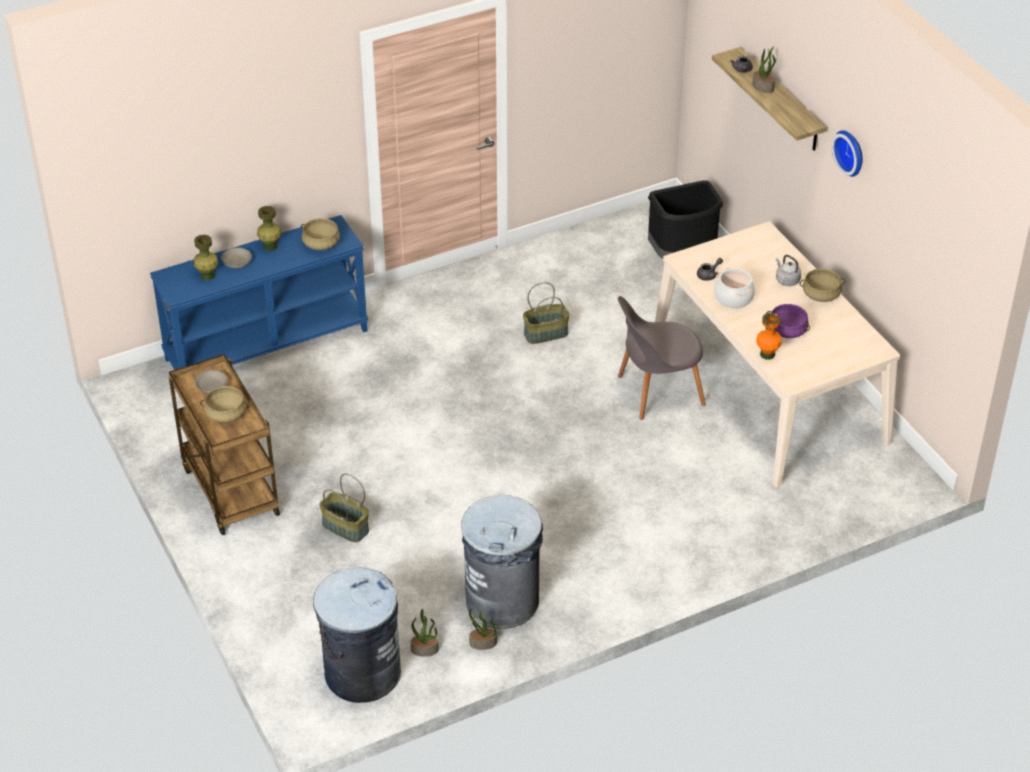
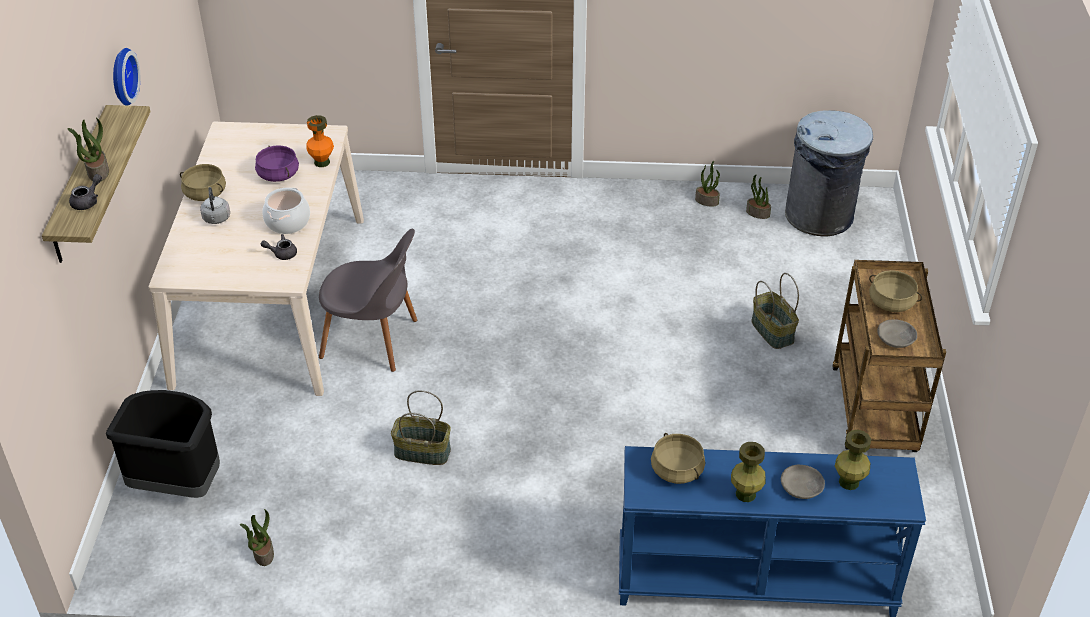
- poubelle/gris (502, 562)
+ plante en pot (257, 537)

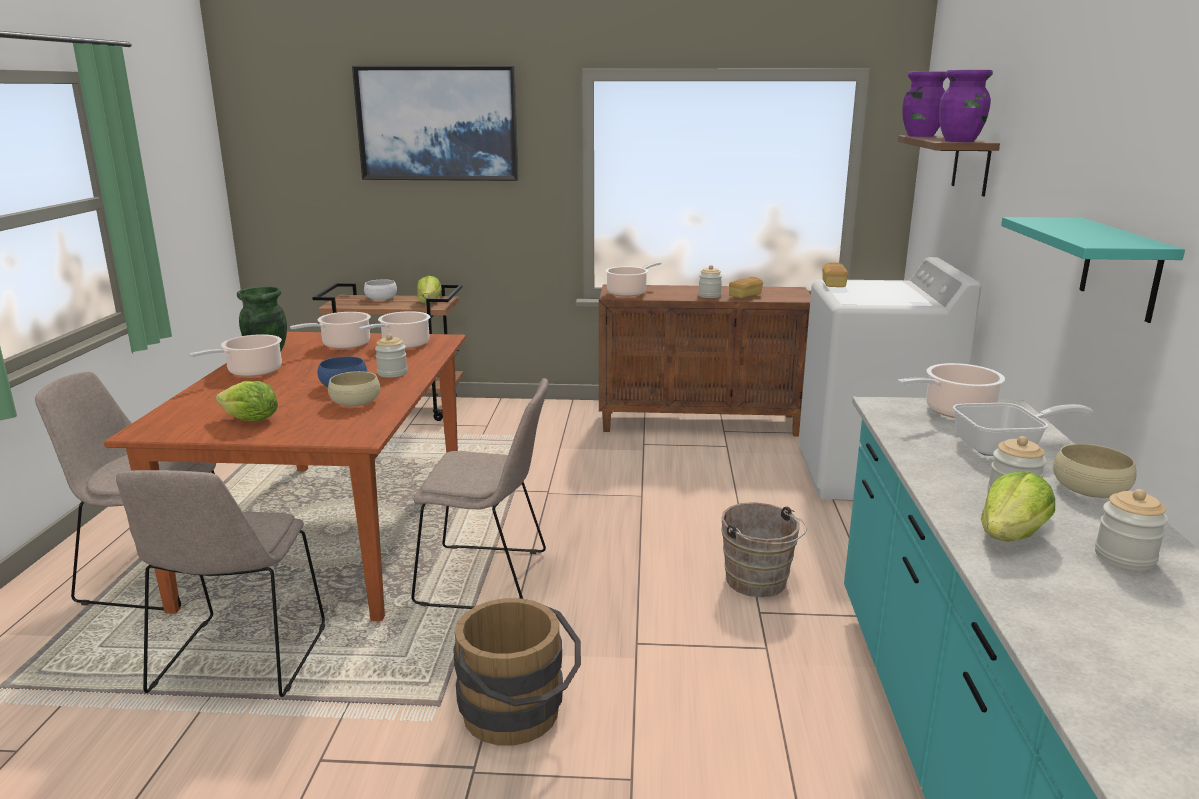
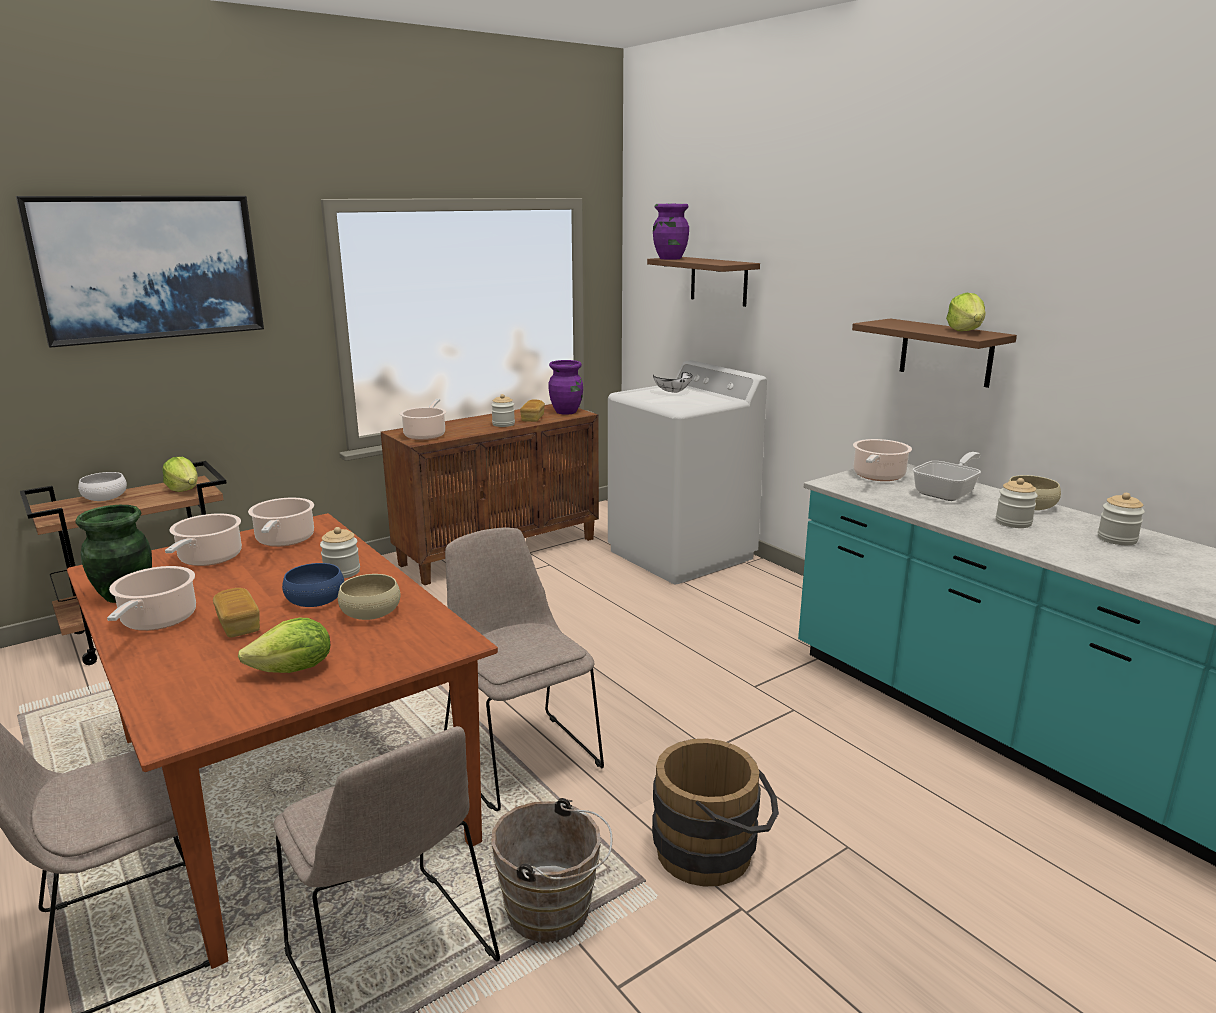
~ vase/violet (966, 106) to (566, 387)
~ étagère/turquoise (1093, 270) to étagère/marron (934, 353)
~ pain (835, 274) to (236, 613)
~ chaise/beige (479, 493) = (524, 669) 90 degrees counterclockwise
~ laitue (1018, 506) to (966, 312)
~ seau/marron (764, 549) to (551, 870)
+ bol/blanc (673, 382)

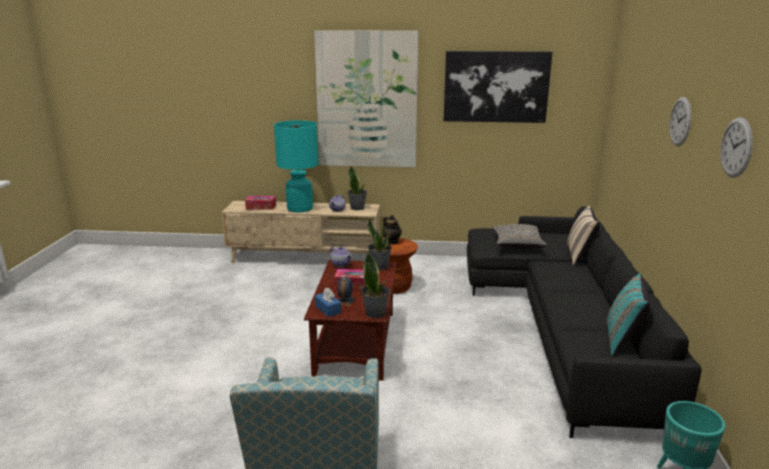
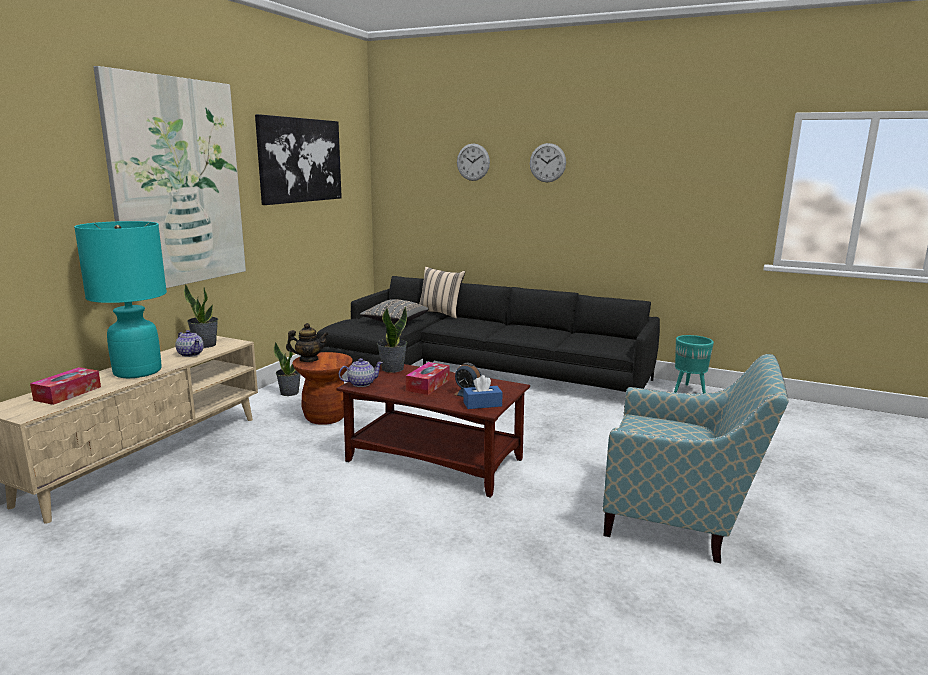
~ horloge murale (736, 147) to (473, 162)
~ plante en pot (375, 285) to (287, 369)
- coussin/turquoise (629, 315)

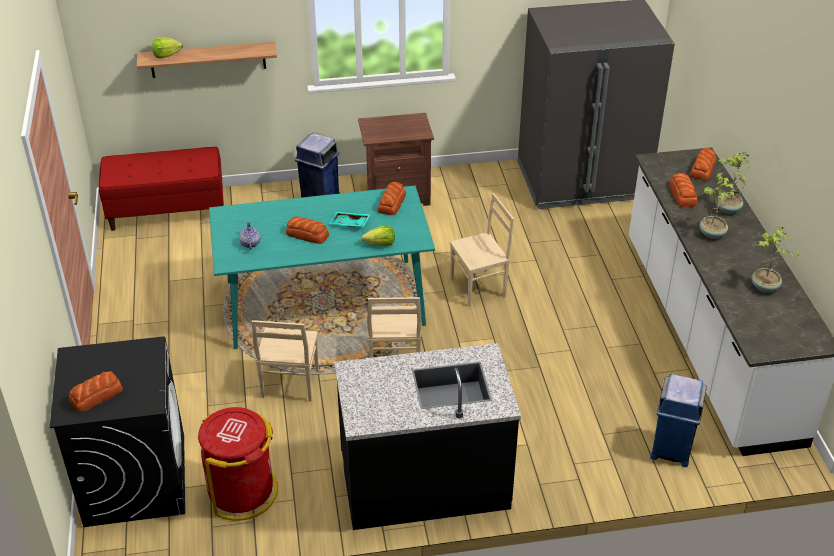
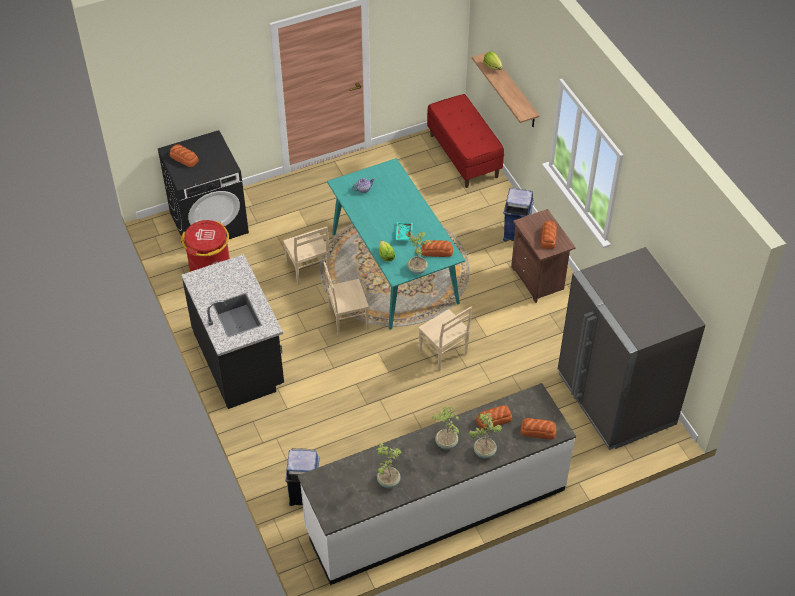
~ pain (307, 230) to (548, 235)
~ chaise/beige (285, 360) = (306, 256) 105 degrees counterclockwise
+ plante en pot (419, 253)

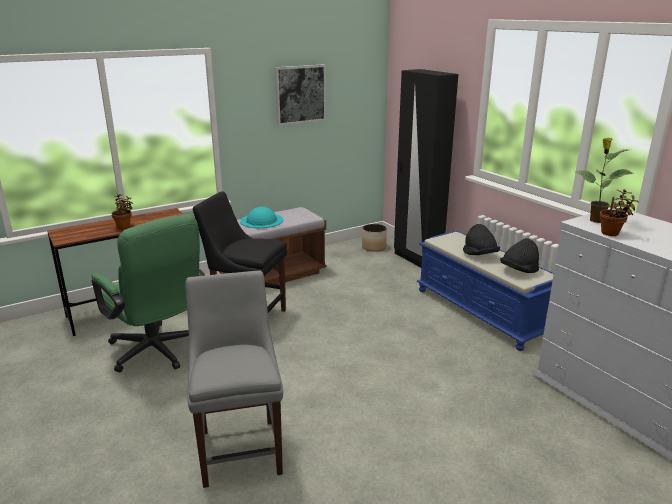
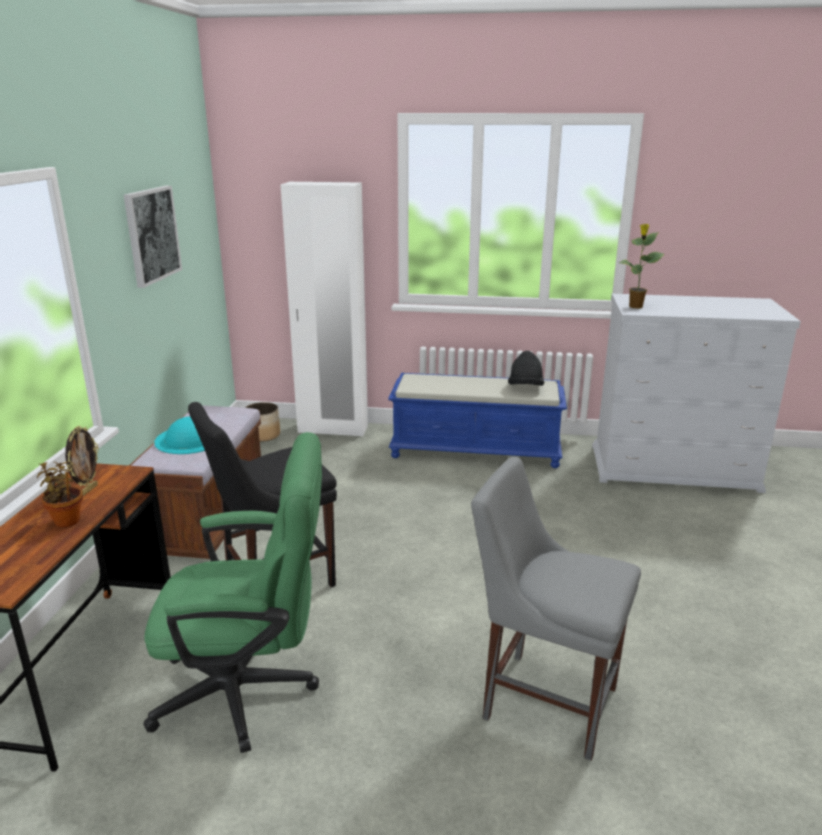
~ armoire/noir (426, 168) to armoire/blanc (324, 309)
- plante en pot (619, 212)
- chapeau/noir (481, 239)
+ cadre photo (82, 461)

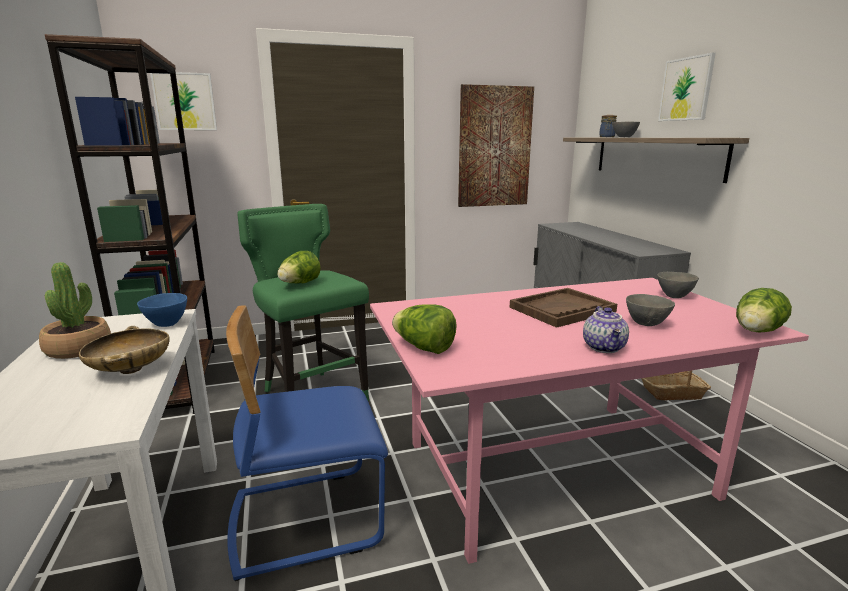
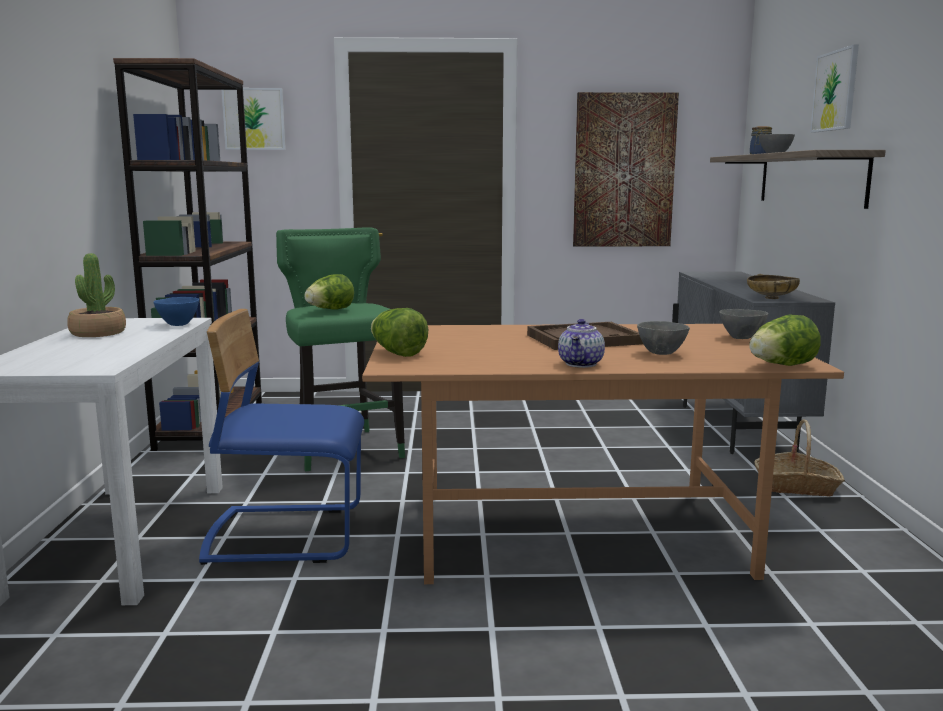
~ table à manger/rose (589, 421) to table à manger/marron (603, 454)
~ bol/beige (124, 350) to (773, 286)

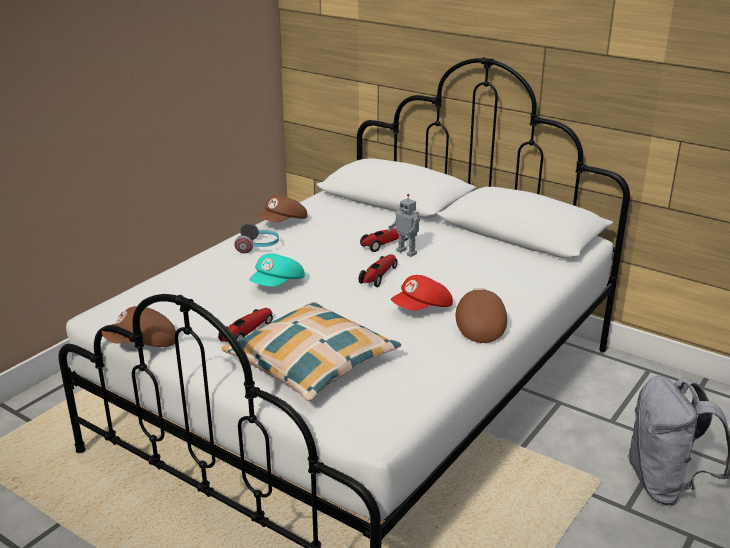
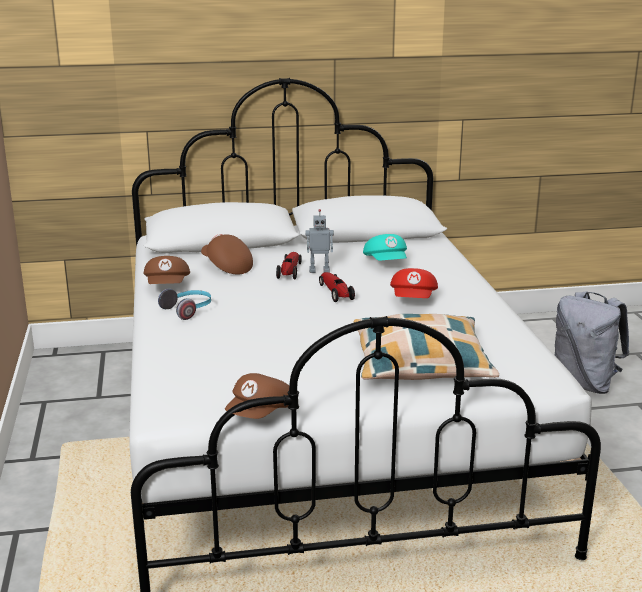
~ casquette/turquoise (277, 270) to (385, 247)
~ casquette/marron (481, 315) to (227, 254)
- petite voiture (245, 325)

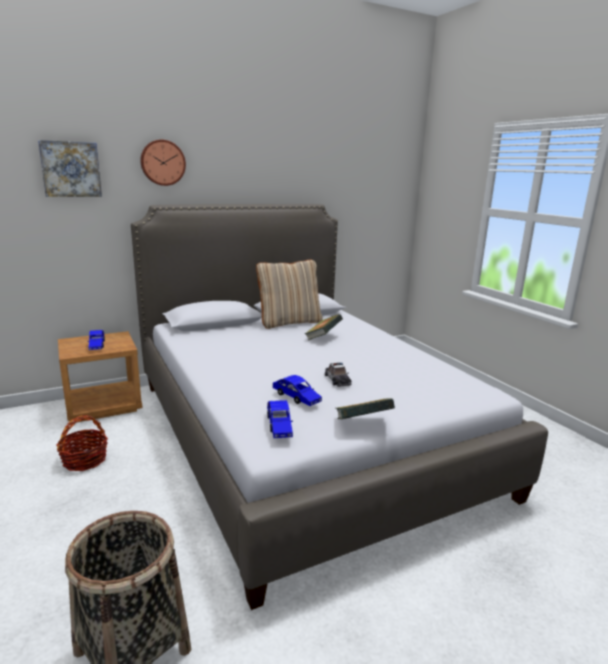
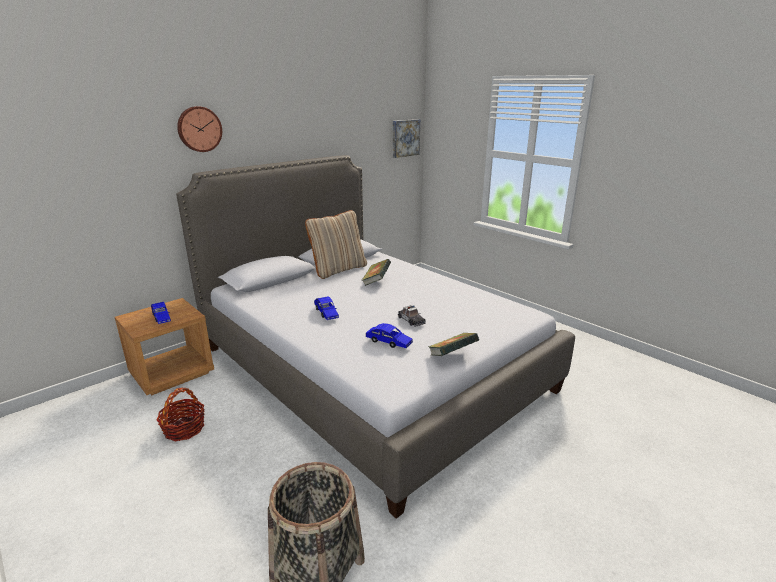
~ tableau (70, 168) to (406, 138)
~ petite voiture/bleu (280, 419) to (326, 308)

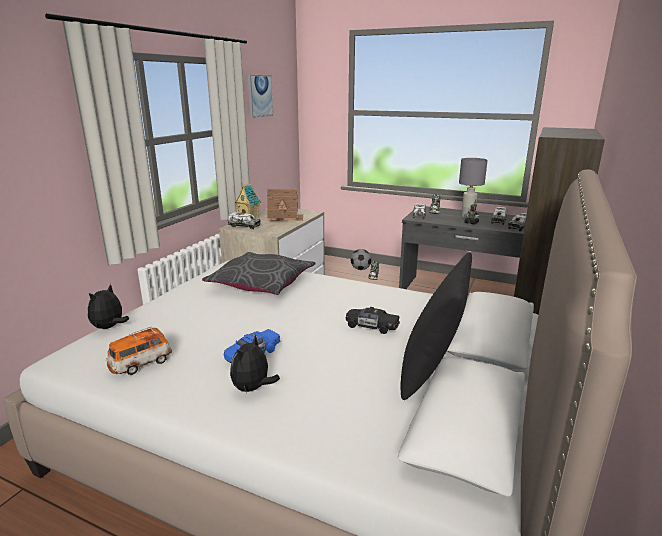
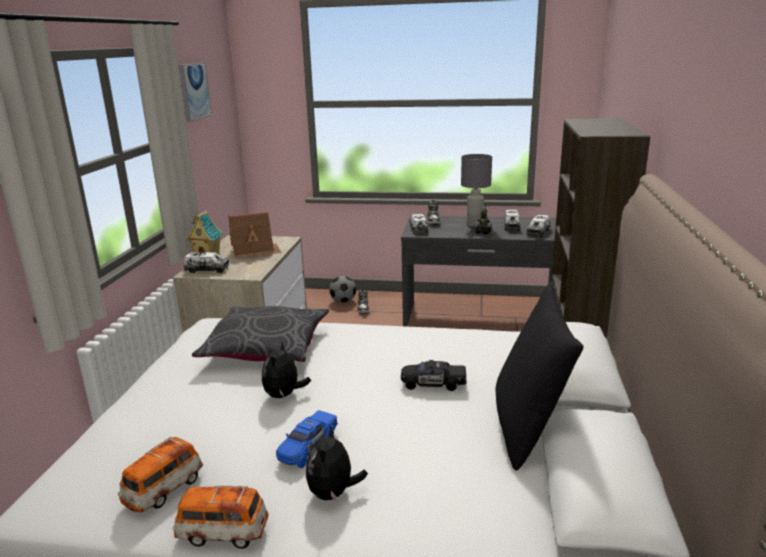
~ peluche (108, 306) to (286, 369)
+ petite voiture (220, 517)

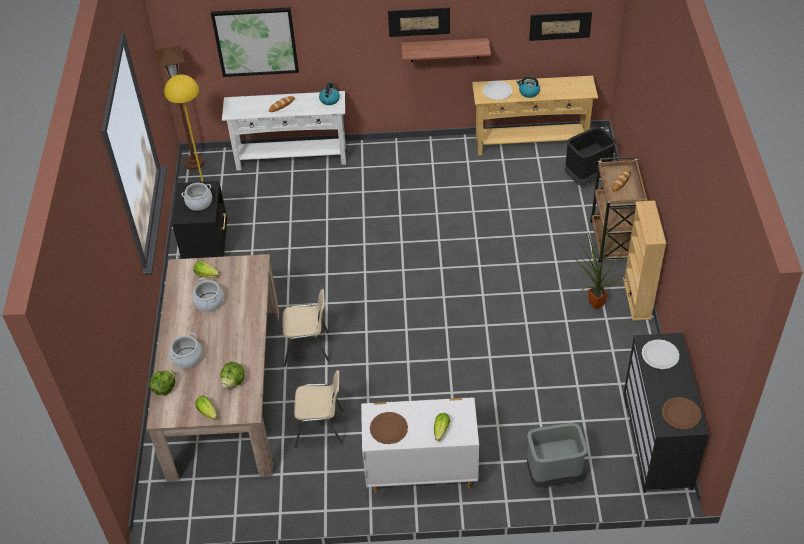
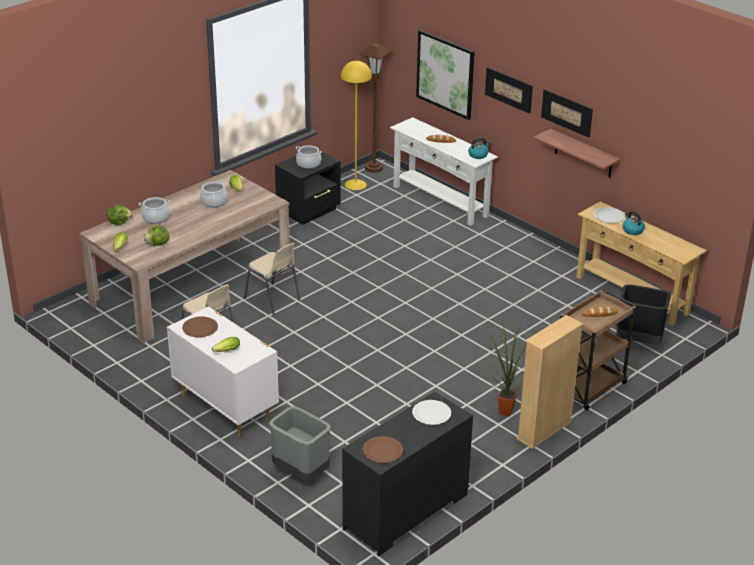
~ tableau (560, 26) to (509, 90)

